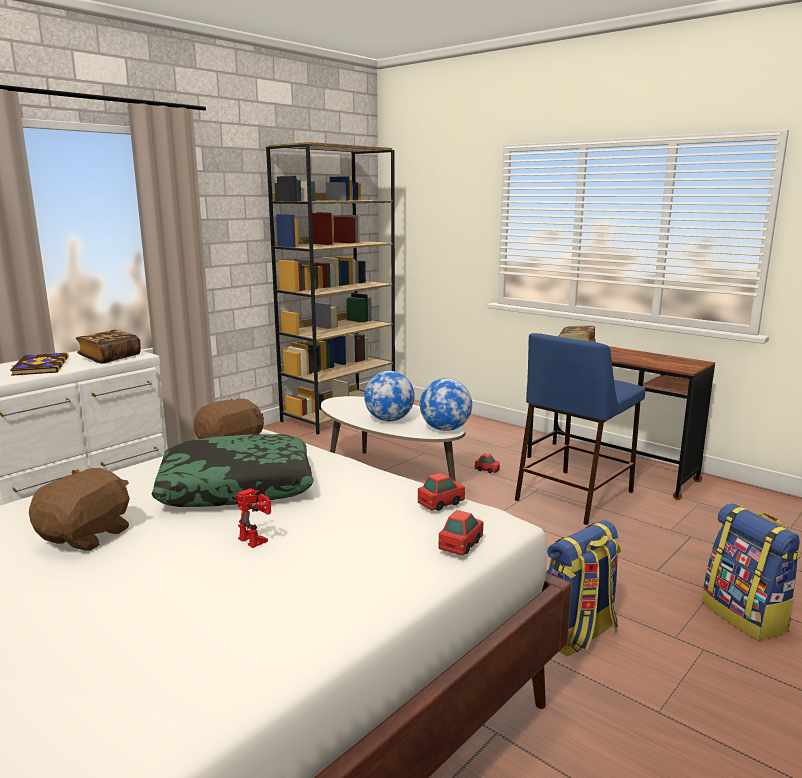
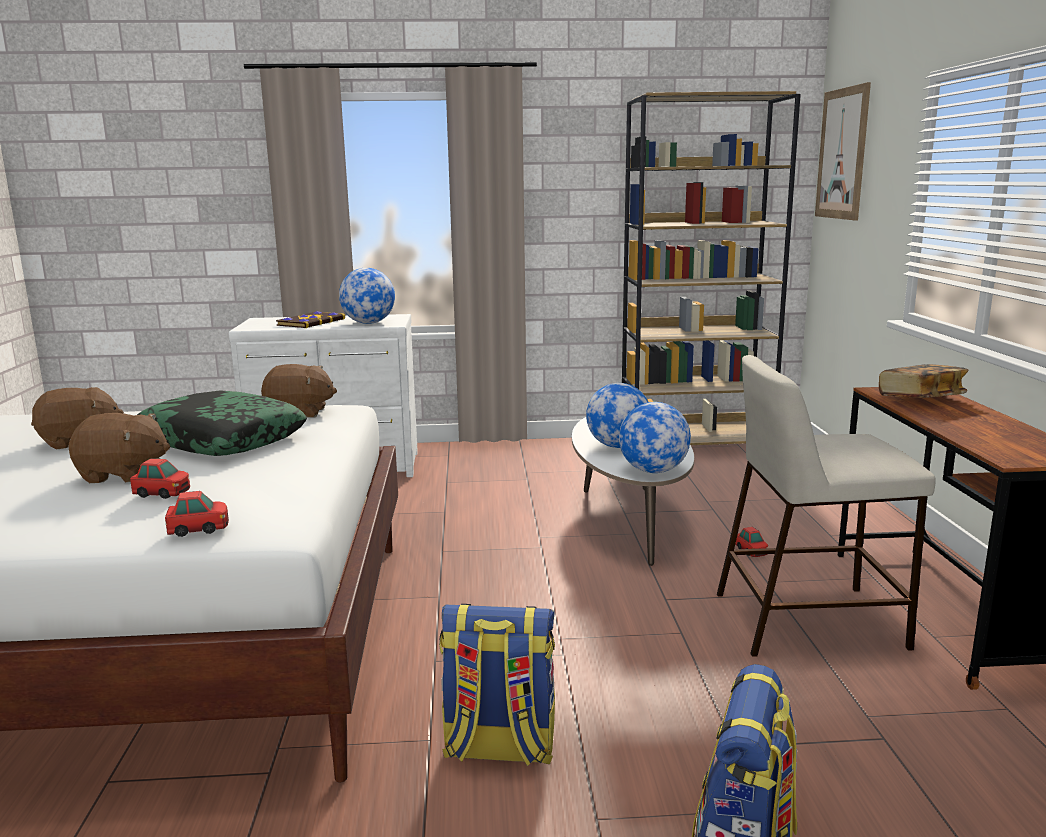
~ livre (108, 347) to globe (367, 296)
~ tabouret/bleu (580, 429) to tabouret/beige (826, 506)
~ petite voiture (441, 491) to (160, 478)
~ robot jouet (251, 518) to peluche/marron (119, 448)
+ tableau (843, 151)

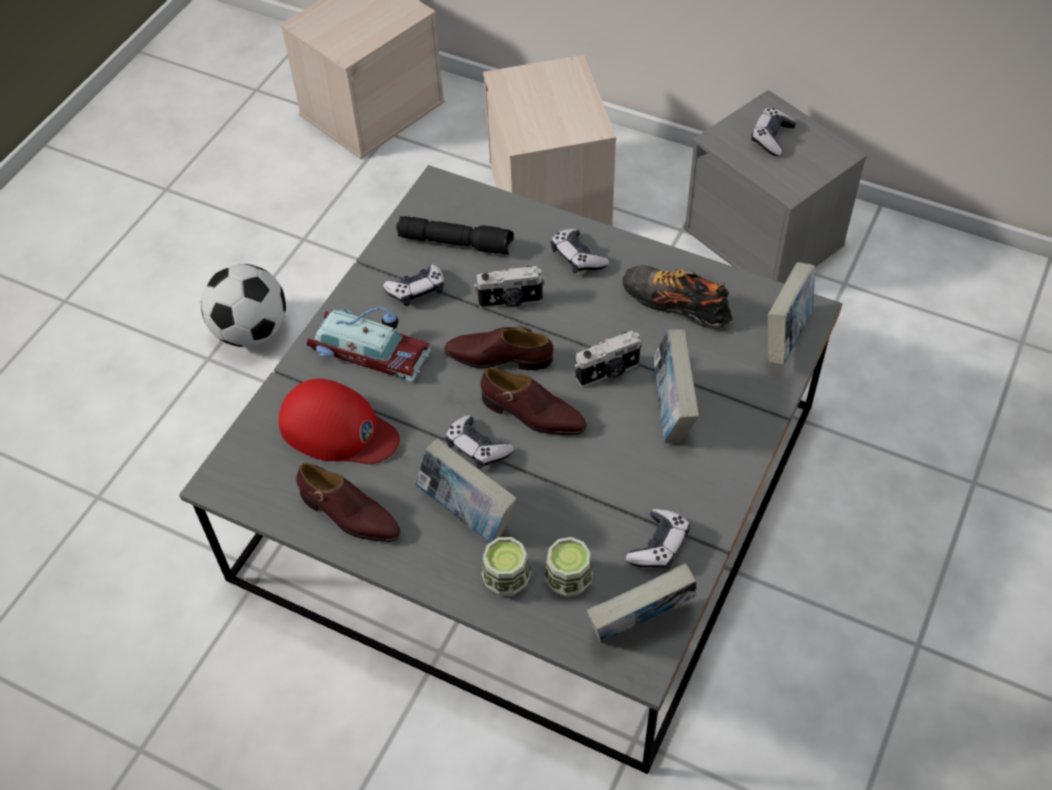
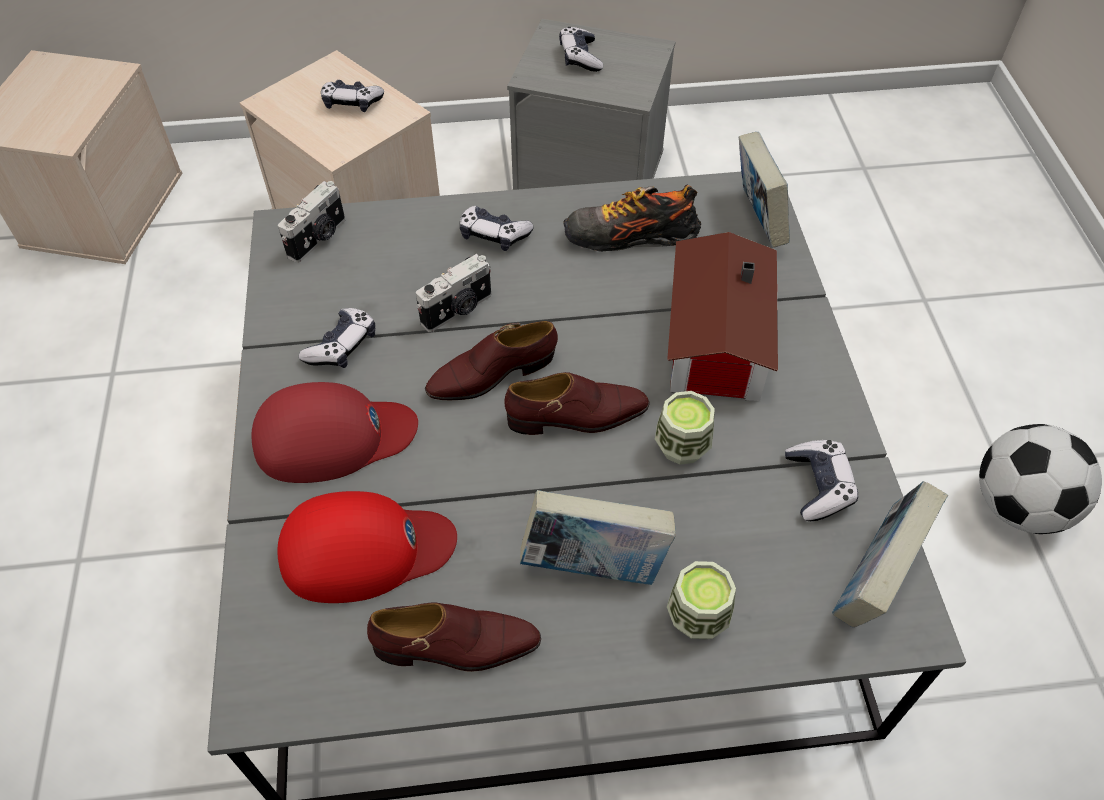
- lampe de poche/noir (455, 235)
~ ballon de foot (243, 305) to (1040, 479)
~ petite voiture (368, 344) to casquette/rouge (334, 432)
~ livre (676, 386) to maison miniature (722, 316)
~ appareil photo (608, 359) to (311, 222)
~ manette (479, 442) to (352, 96)
~ tasse (568, 567) to (685, 427)

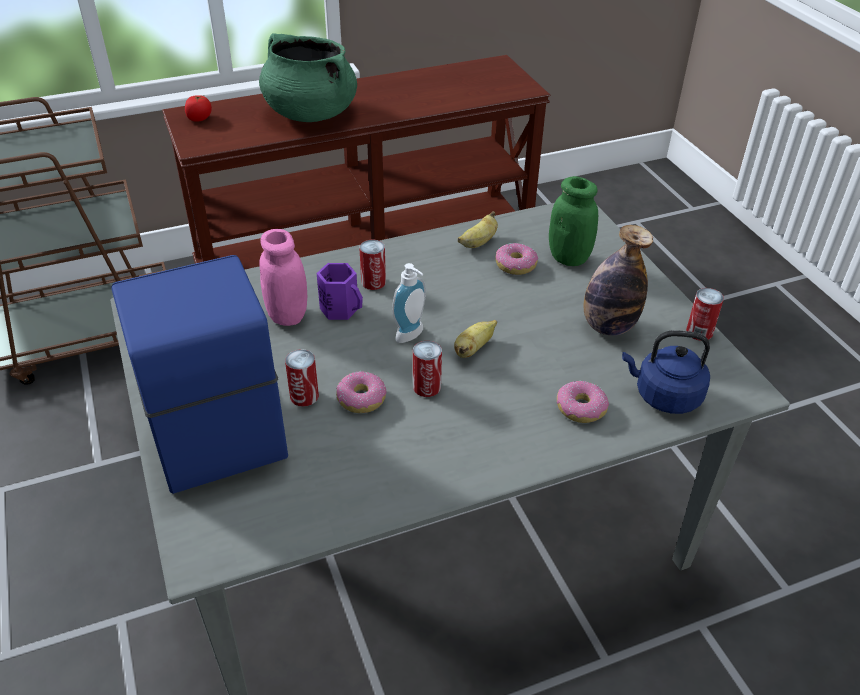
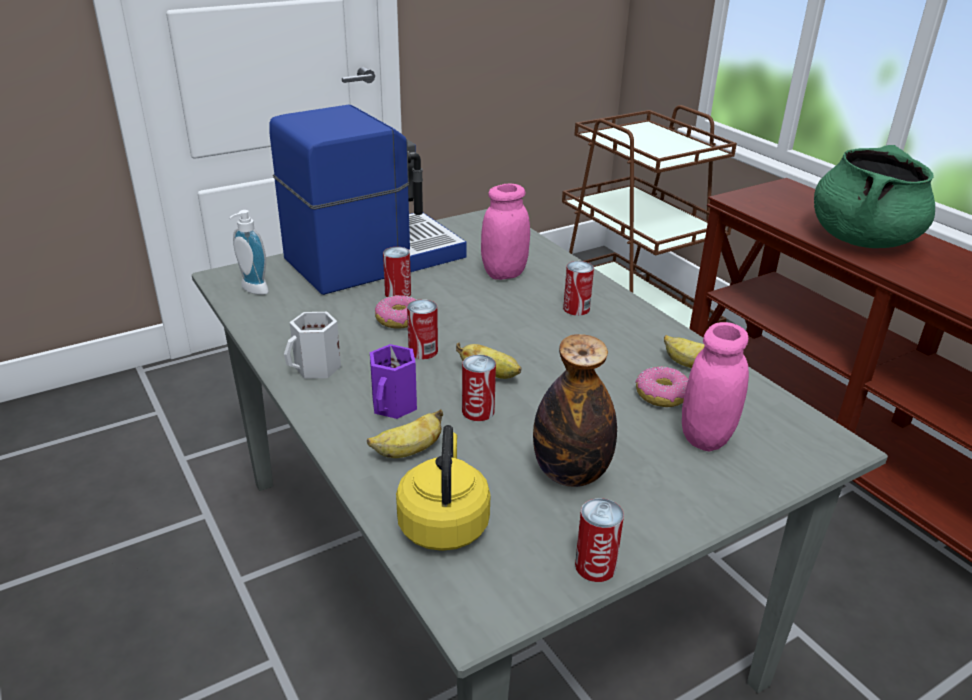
- tomate (198, 108)
~ bocal/vert (573, 221) to bocal/rose (715, 386)
~ mug/violet (340, 291) to (393, 381)
~ distributeur de savon (409, 303) to (249, 252)
~ bouilloire/bleu (666, 372) to bouilloire/jaune (443, 488)
~ beignet (583, 402) to banane (405, 433)
+ mug/blanc (312, 345)
+ boîte métallique (479, 388)

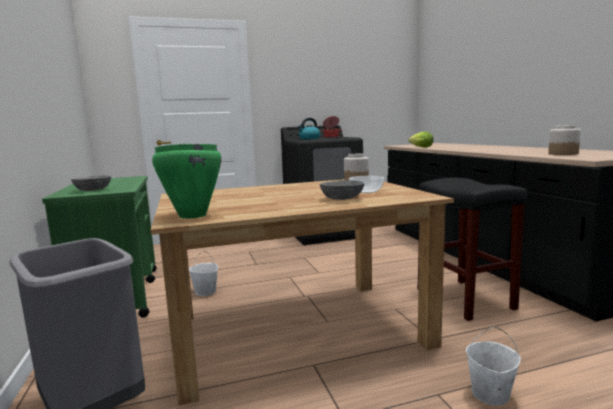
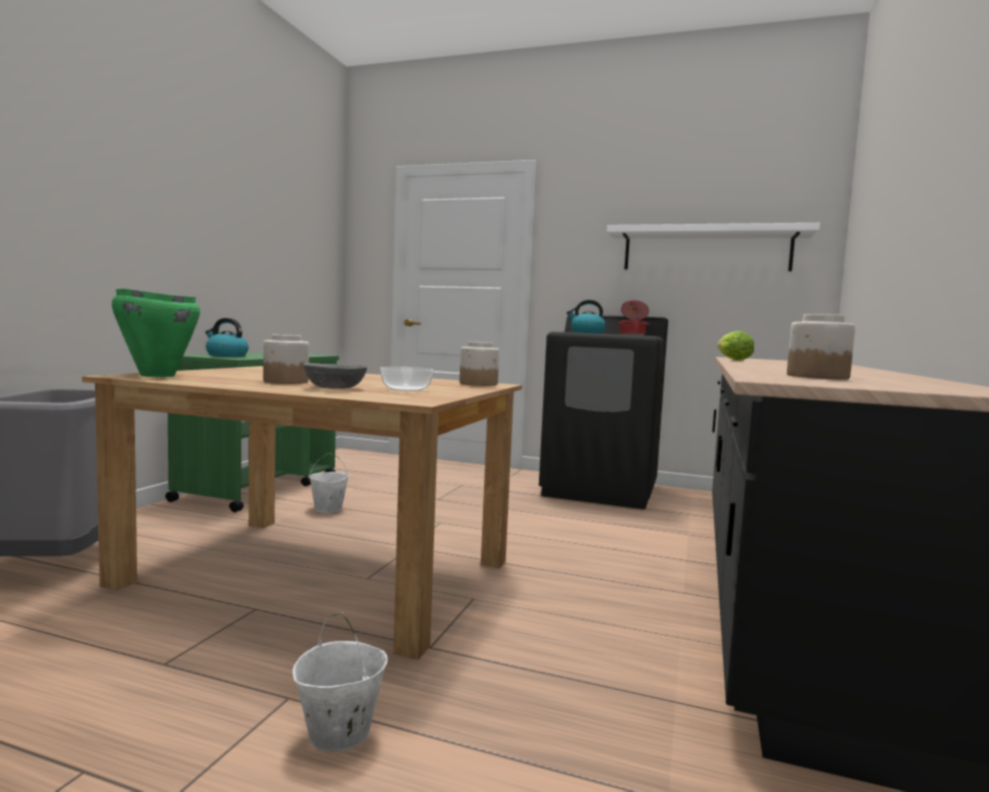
~ bol/gris (91, 183) to bouilloire (227, 337)
- tabouret/noir (472, 249)
+ étagère/blanc (713, 247)
+ bocal (286, 359)

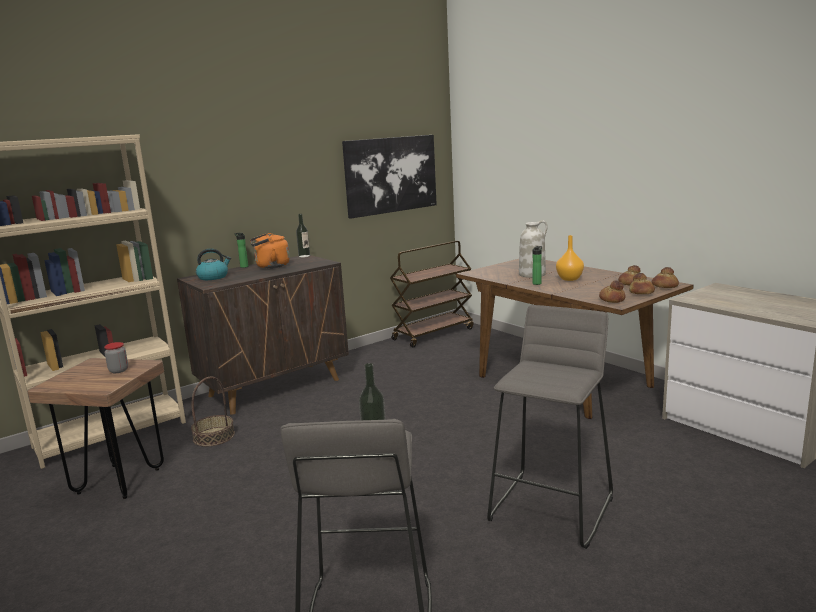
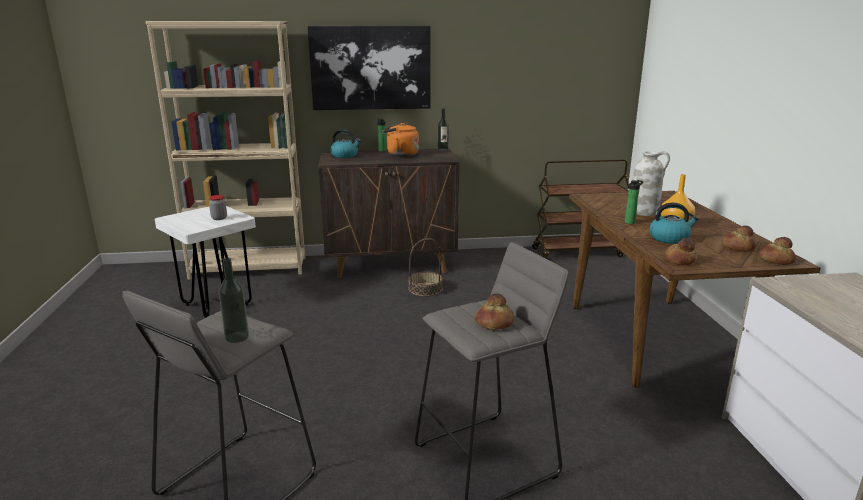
~ tableau (389, 177) to (368, 68)
~ pain (642, 283) to (494, 311)
~ tabouret/marron (95, 428) to tabouret/blanc (205, 262)
~ panier (213, 411) to (425, 267)
+ bouilloire (674, 223)

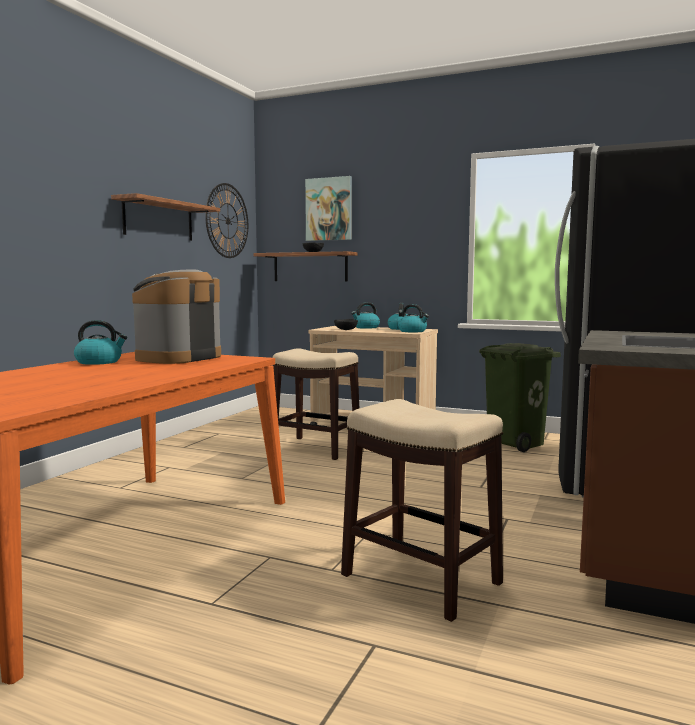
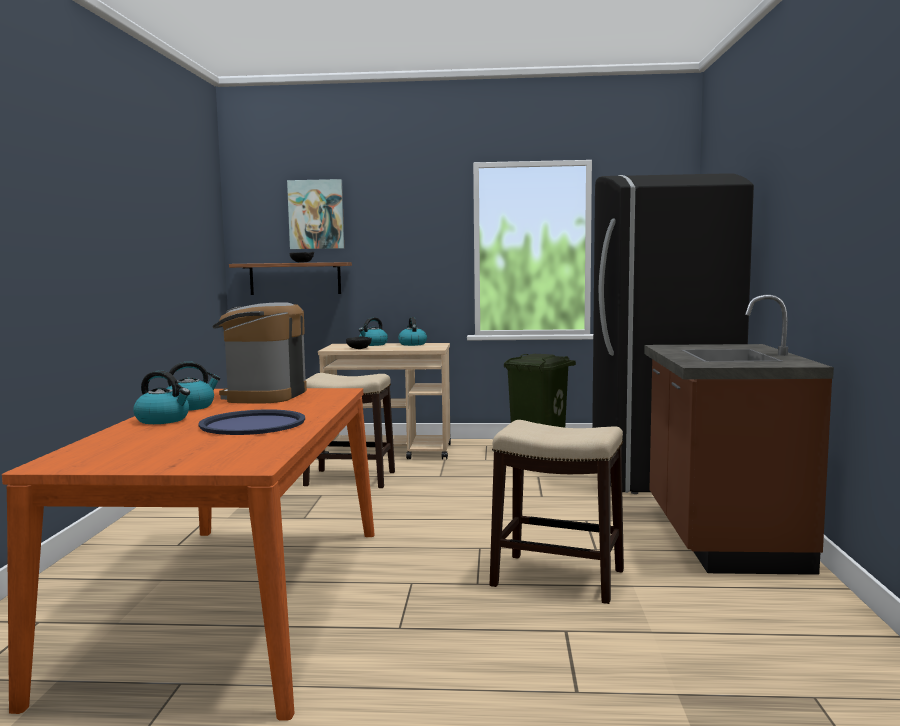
- horloge murale (226, 220)
- étagère (165, 217)
~ bouilloire (413, 318) to (161, 397)
+ plateau/bleu (251, 422)

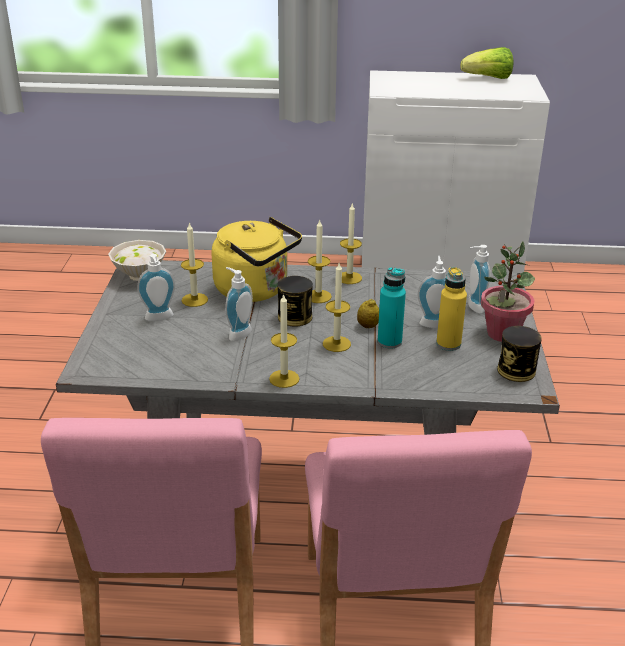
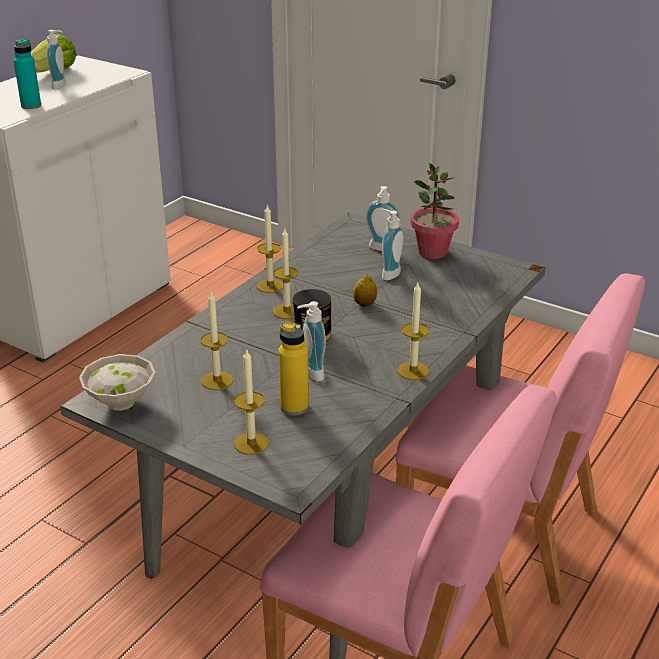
- bouilloire/jaune (257, 259)
~ distributeur de savon (156, 287) to (56, 59)
~ bougie (337, 307) to (251, 402)
~ bouteille/turquoise (392, 308) to (27, 74)
~ bouteille/jaune (451, 309) to (294, 368)
- boîte métallique (519, 354)

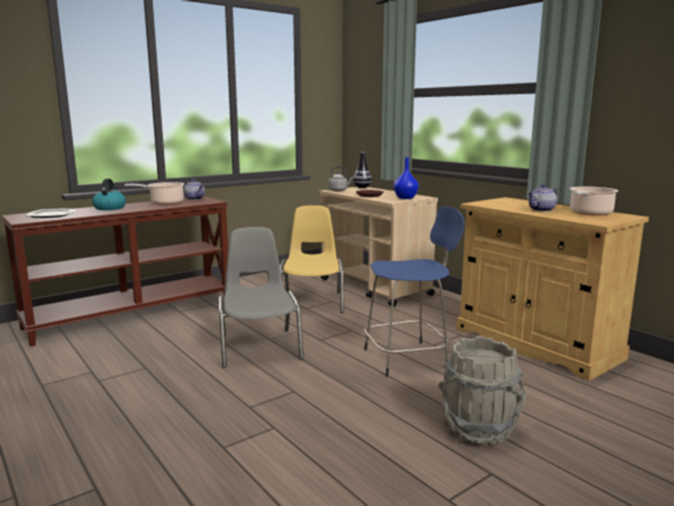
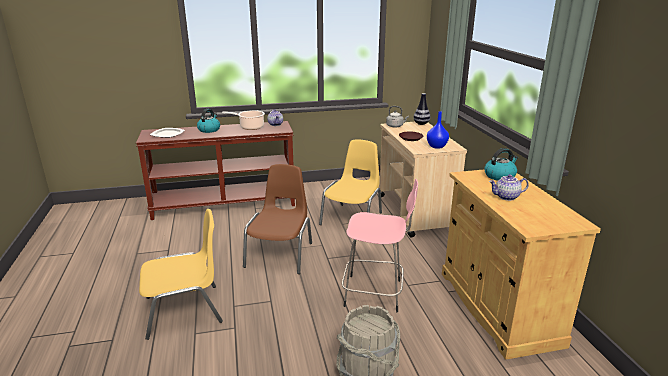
- marmite (594, 201)
~ tabouret/bleu (414, 291) to tabouret/rose (380, 245)
~ chaise/gris (261, 297) to chaise/marron (277, 219)
+ bouilloire (501, 164)
+ chaise/jaune (181, 274)

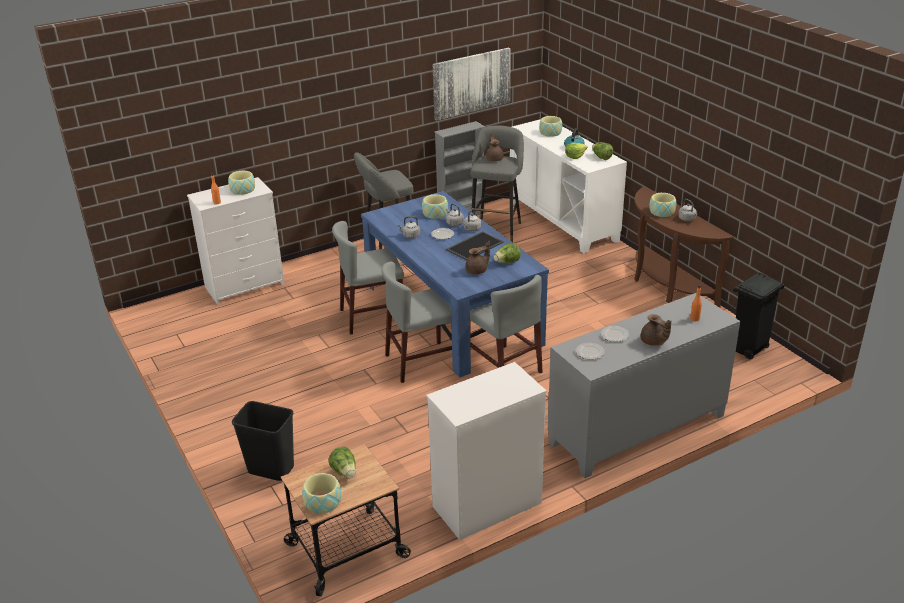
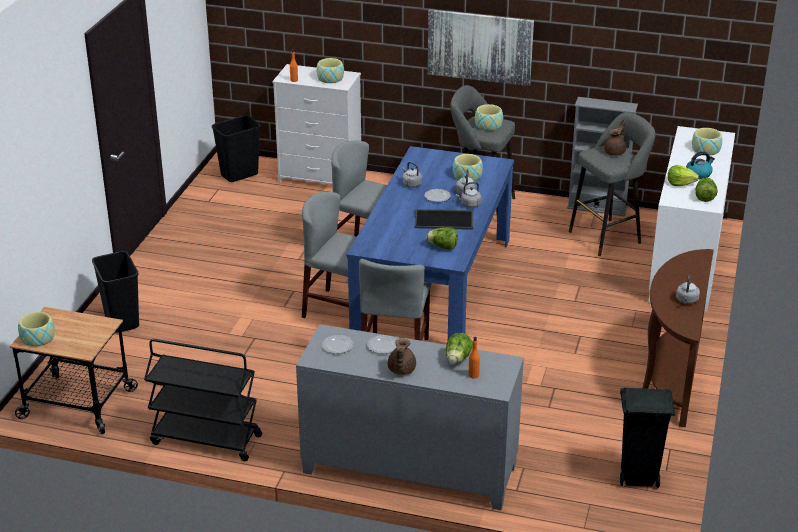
~ tableau (472, 84) to (481, 47)
~ bol (662, 205) to (489, 117)
- théière/marron (477, 258)
~ commode/blanc (486, 451) to chariot/noir (203, 400)
~ laitue (342, 462) to (459, 348)
+ poubelle/noir (236, 148)

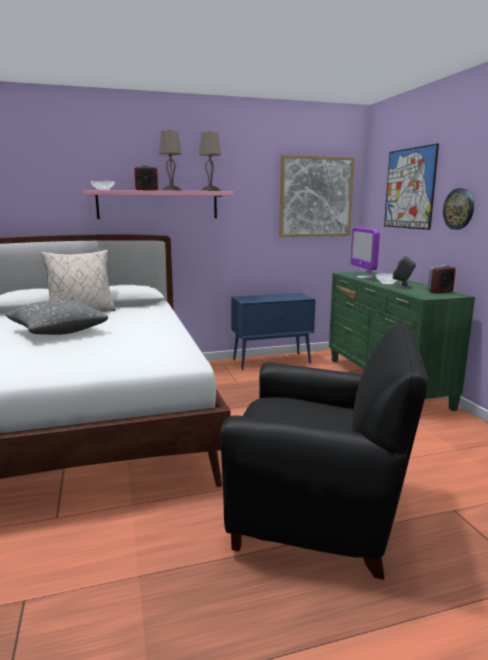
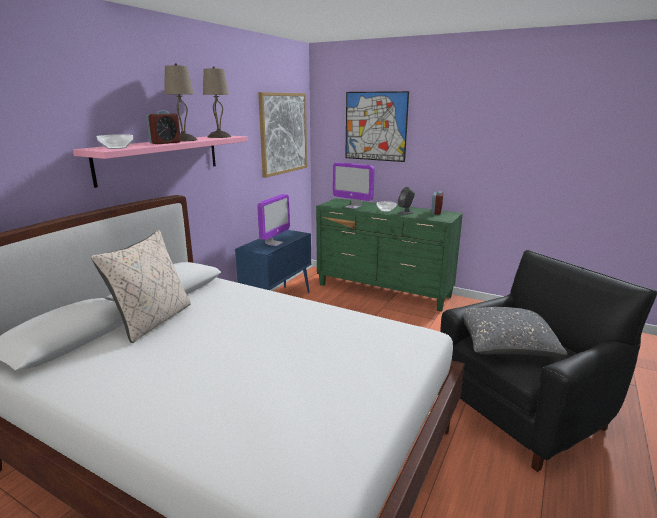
- horloge murale (458, 209)
~ coussin/gris (56, 317) to (516, 332)
+ écran d'ordinateur (273, 220)

